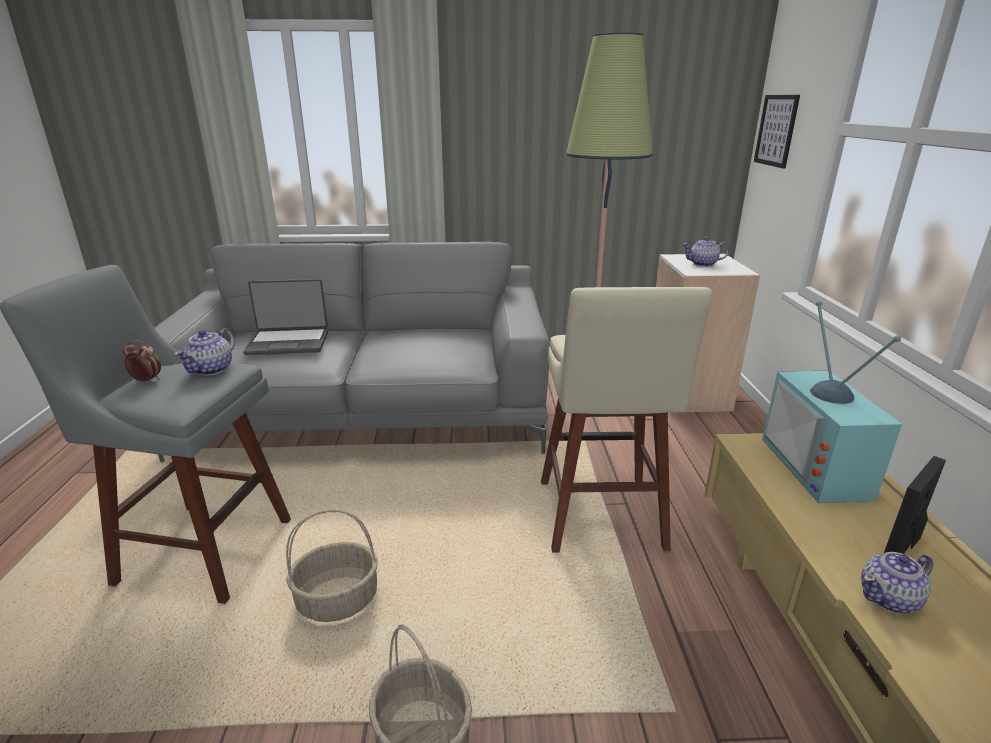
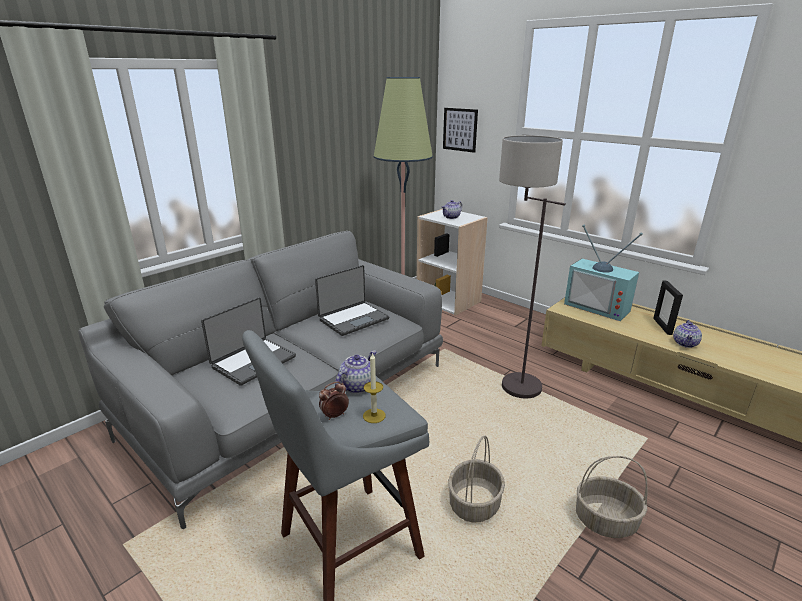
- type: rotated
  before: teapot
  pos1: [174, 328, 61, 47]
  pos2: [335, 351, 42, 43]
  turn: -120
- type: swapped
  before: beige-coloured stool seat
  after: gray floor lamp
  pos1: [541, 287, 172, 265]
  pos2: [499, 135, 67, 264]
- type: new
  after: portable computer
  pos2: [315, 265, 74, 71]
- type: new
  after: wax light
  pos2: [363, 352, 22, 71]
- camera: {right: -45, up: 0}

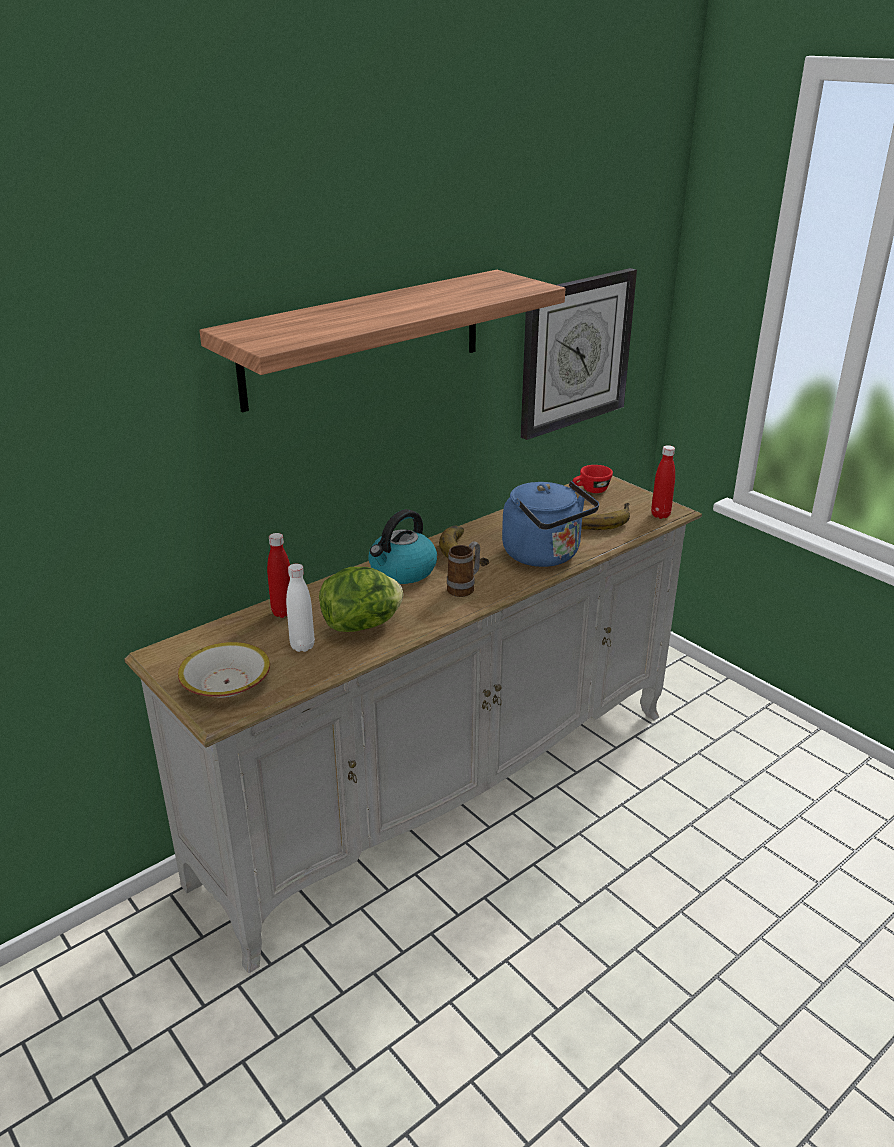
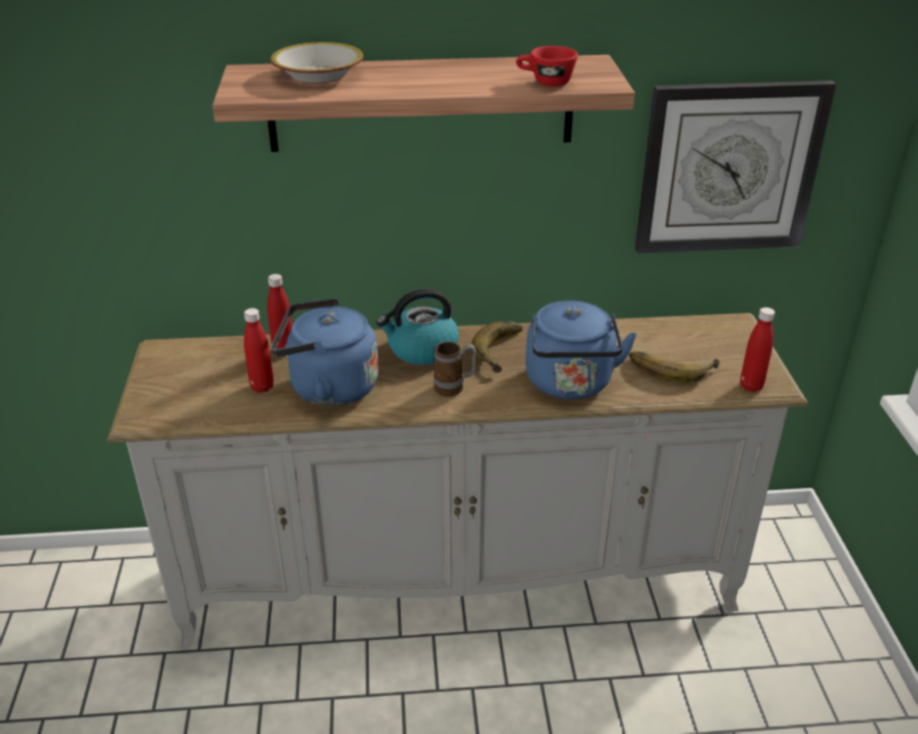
- type: shifted
  before: serving bowl
  pos1: [178, 642, 92, 56]
  pos2: [271, 42, 93, 42]
- type: repainted
  before: white-coloured drink bottle
  after: red-coloured drink bottle
  pos1: [286, 564, 29, 88]
  pos2: [244, 308, 30, 85]
- type: swapped
  before: lettuce
  after: blue kettle
  pos1: [319, 567, 84, 65]
  pos2: [271, 298, 108, 108]
- type: shifted
  before: red-coloured drinking cup
  pos1: [573, 465, 40, 28]
  pos2: [516, 46, 62, 40]
- camera: {right: 35, up: 5}

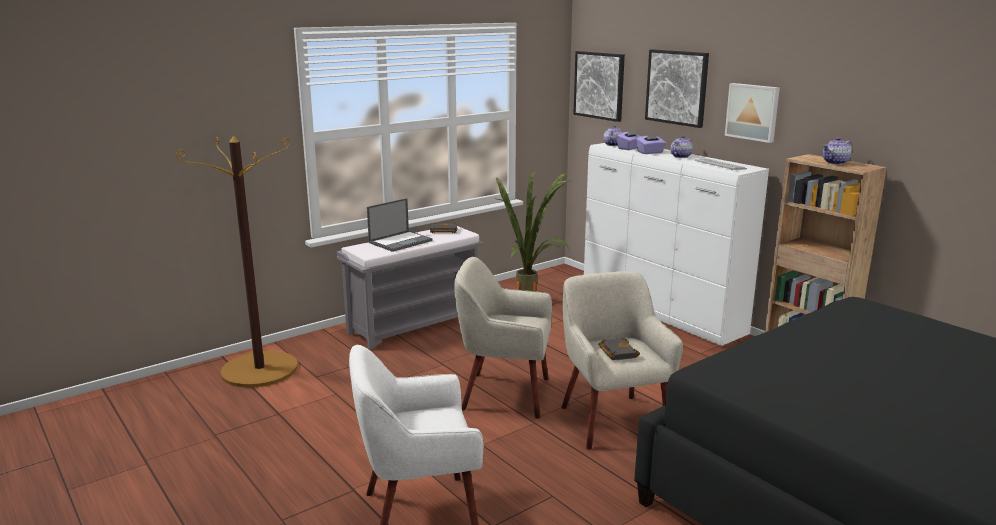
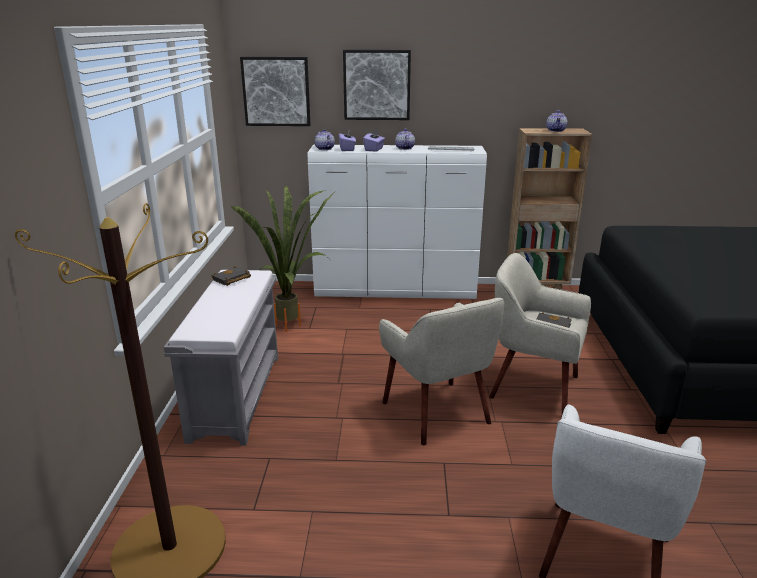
- type: gone
  before: portable computer
  pos1: [367, 198, 66, 54]
- type: rotated
  before: beige-coloured easy chair
  pos1: [454, 257, 98, 162]
  pos2: [379, 298, 125, 147]
  turn: -75
- type: gone
  before: picture
  pos1: [725, 83, 55, 60]
- camera: {right: -50, up: 5}

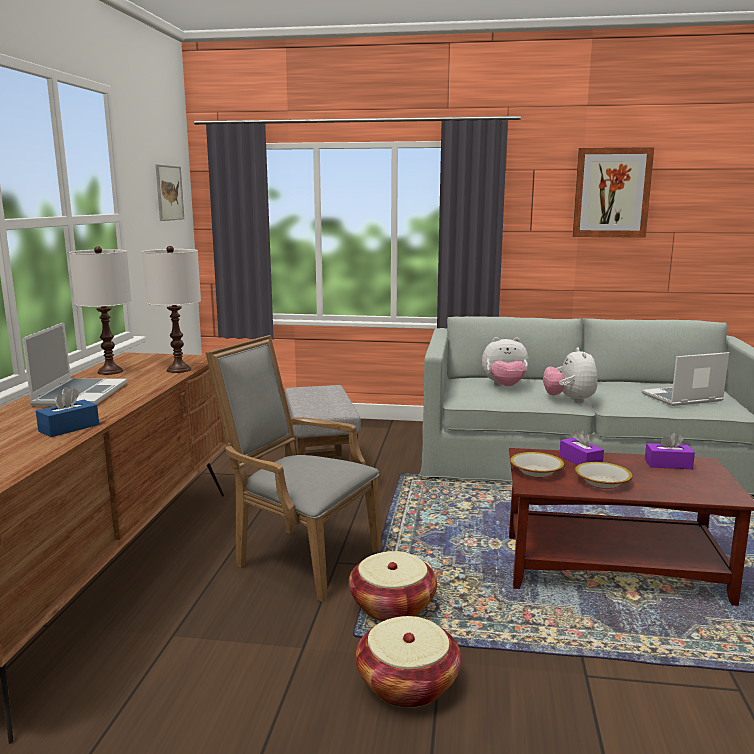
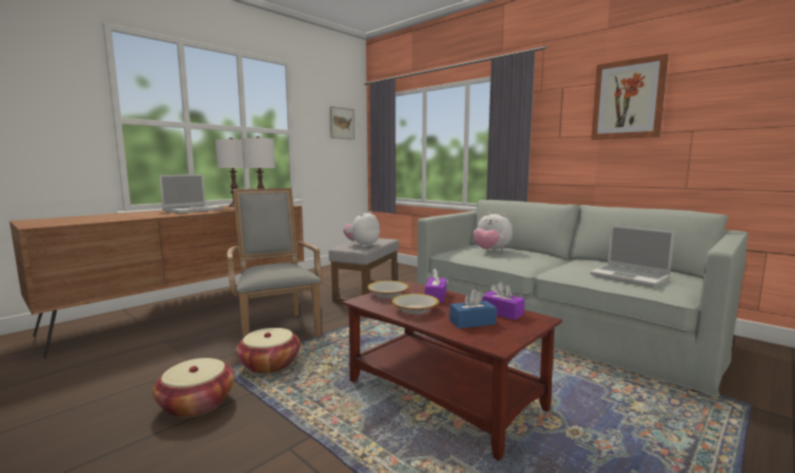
- type: shifted
  before: blue tissue holder
  pos1: [36, 387, 63, 50]
  pos2: [450, 289, 47, 40]
- type: shifted
  before: cuddly toy
  pos1: [543, 347, 55, 56]
  pos2: [343, 211, 37, 36]
- type: rotated
  before: portable computer
  pos1: [641, 352, 88, 54]
  pos2: [590, 225, 85, 62]
  turn: -150
- camera: {right: 35, up: -5}

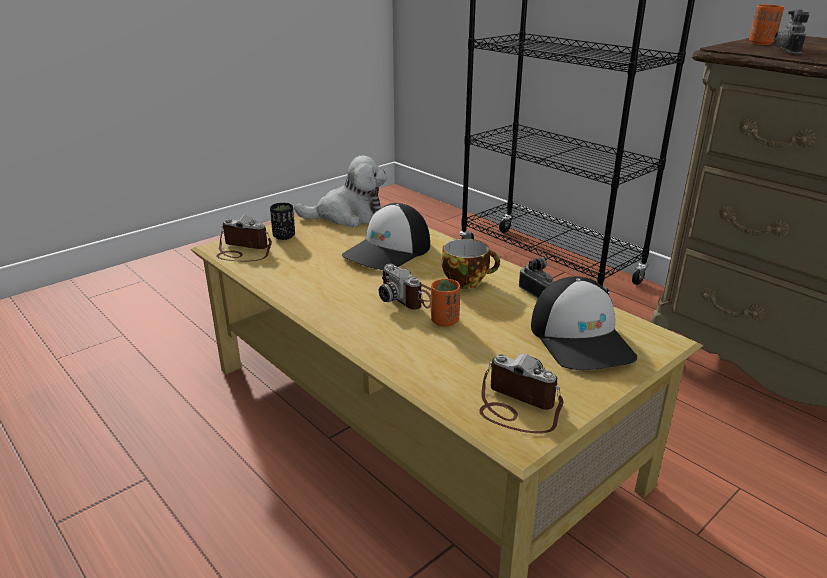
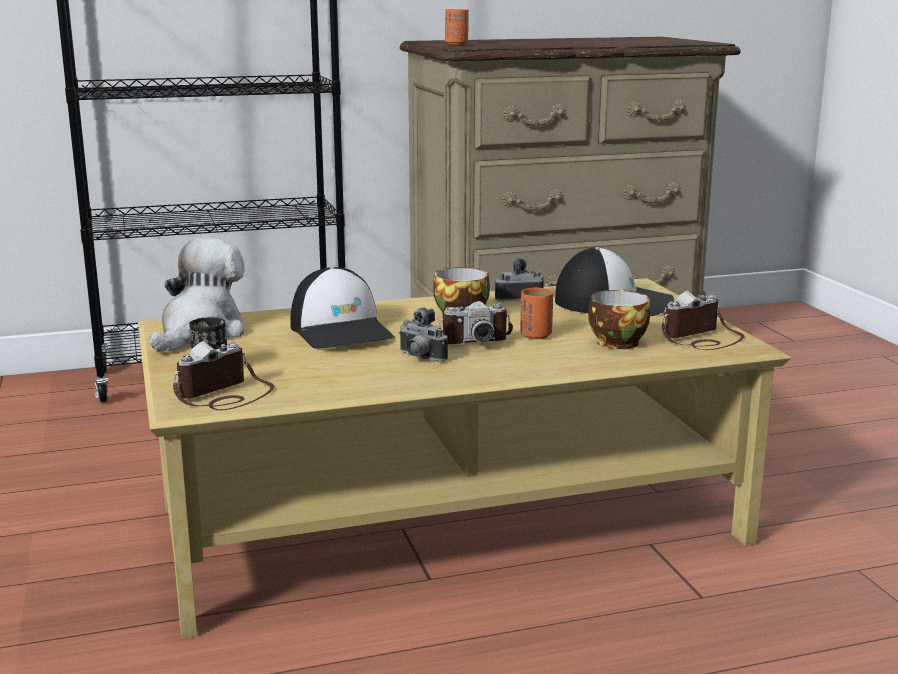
- type: shifted
  before: photo camera
  pos1: [774, 9, 35, 46]
  pos2: [399, 307, 49, 55]
- type: new
  after: drinking cup
  pos2: [588, 290, 62, 59]
- camera: {right: -65, up: -10}

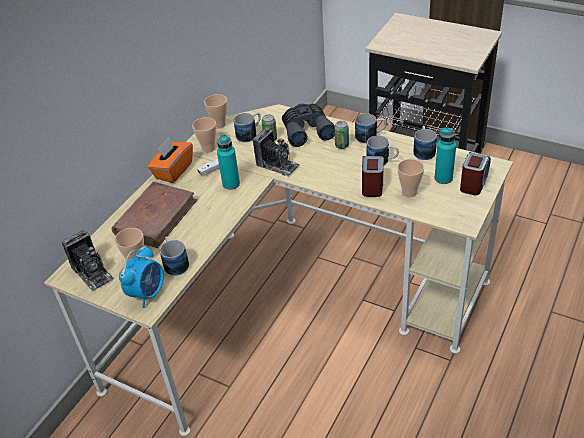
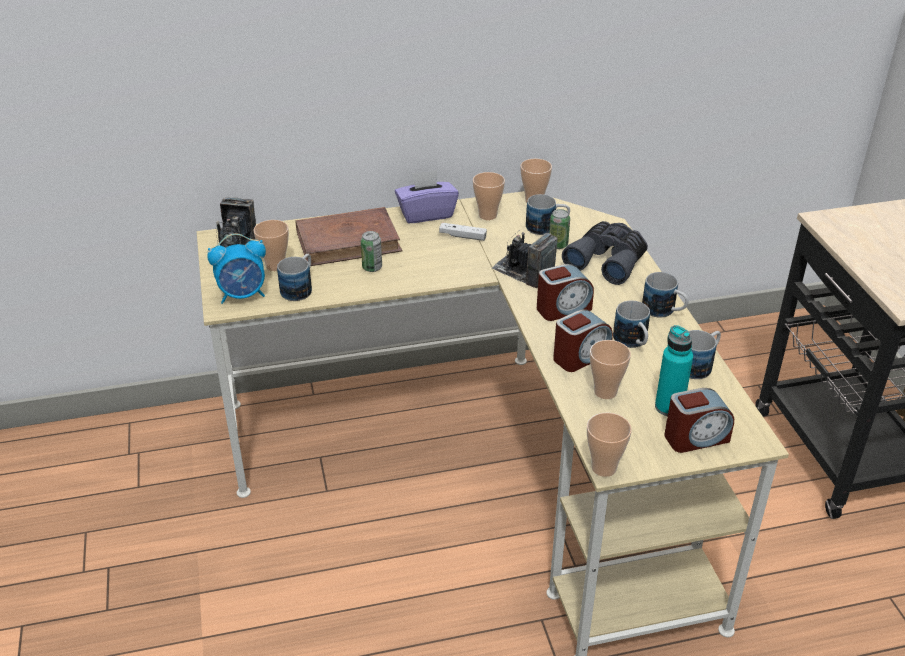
- type: repainted
  before: orange tissue holder
  after: purplish tissue holder
  pos1: [147, 138, 46, 45]
  pos2: [395, 170, 64, 53]
- type: gone
  before: blue-green drink bottle
  pos1: [217, 134, 23, 56]
- type: rotated
  before: photo camera
  pos1: [253, 128, 47, 49]
  pos2: [492, 230, 65, 58]
  turn: 135
- type: shifted
  before: sealed can
  pos1: [334, 121, 15, 28]
  pos2: [361, 231, 21, 41]
- type: new
  after: alarm clock
  pos2: [537, 264, 57, 57]
- type: new
  after: drinking cup
  pos2: [587, 413, 45, 64]
- camera: {right: 45, up: -5}

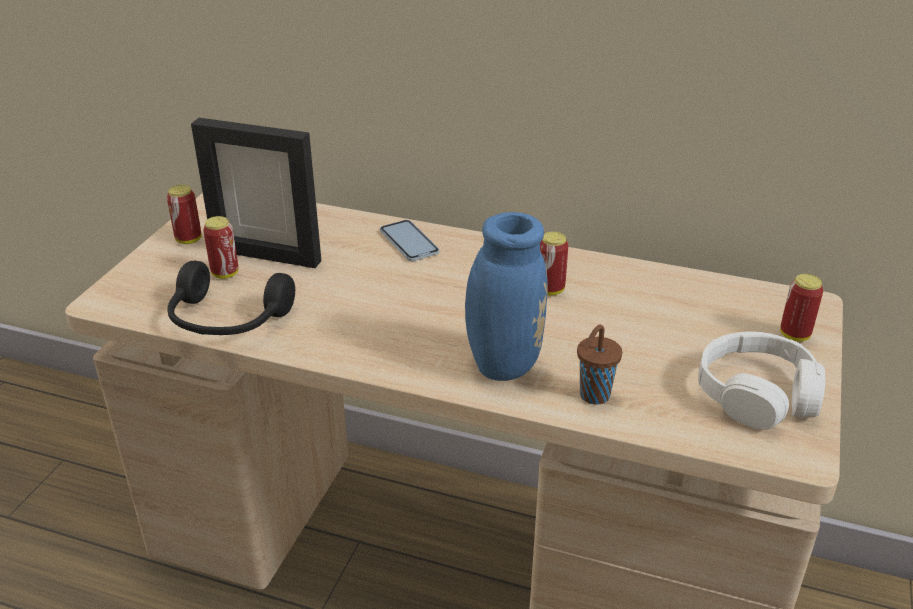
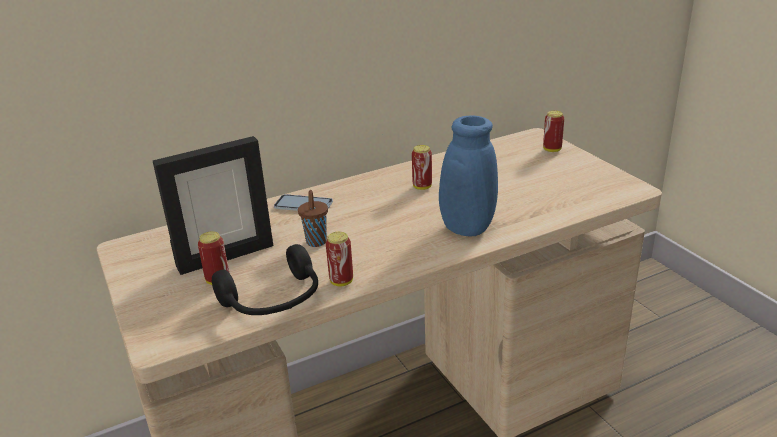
- type: shifted
  before: sealed can
  pos1: [167, 185, 34, 59]
  pos2: [326, 232, 27, 54]
- type: shifted
  before: brown-coloured drinking cup
  pos1: [577, 325, 45, 80]
  pos2: [298, 190, 30, 57]
- type: gone
  before: white-coloured headset
  pos1: [698, 331, 127, 99]
- camera: {right: -45, up: -5}

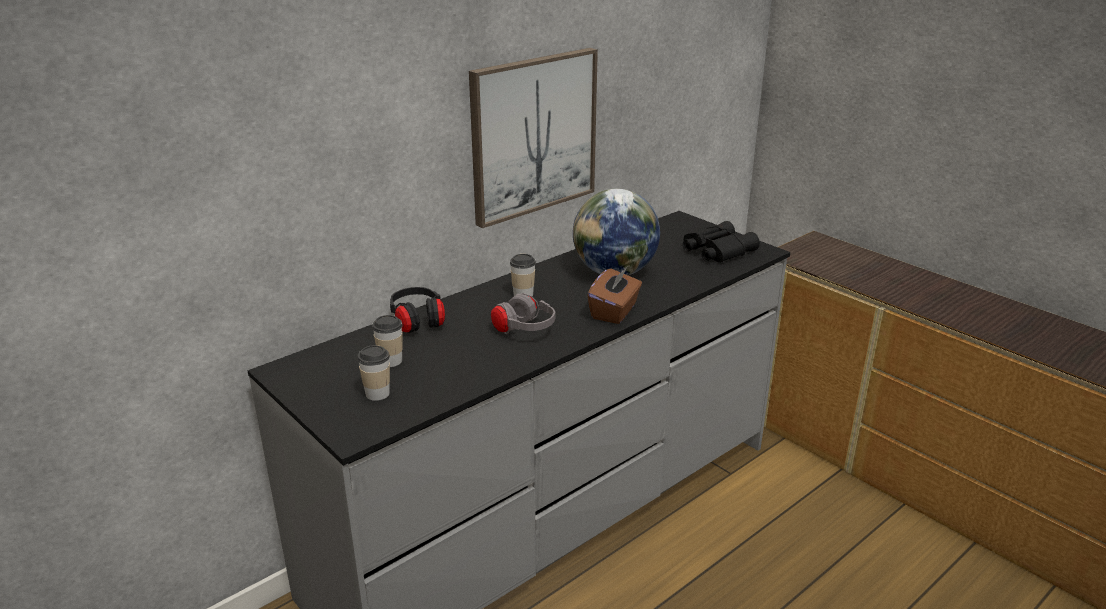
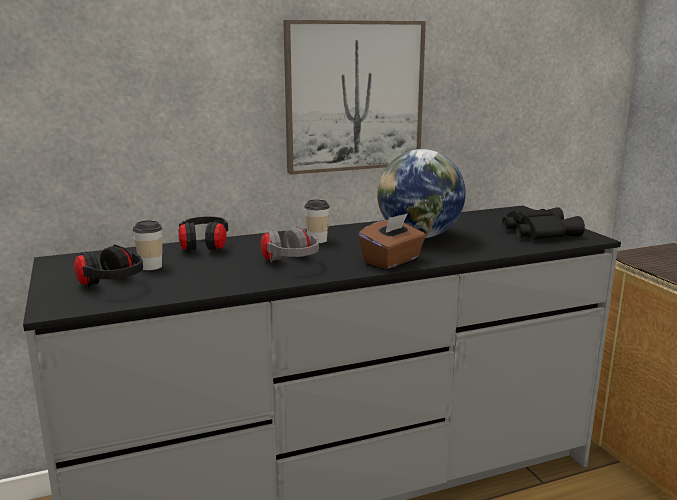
- type: swapped
  before: drinking cup
  after: blackish headset
  pos1: [357, 345, 33, 56]
  pos2: [74, 244, 69, 43]
- camera: {right: 20, up: -10}

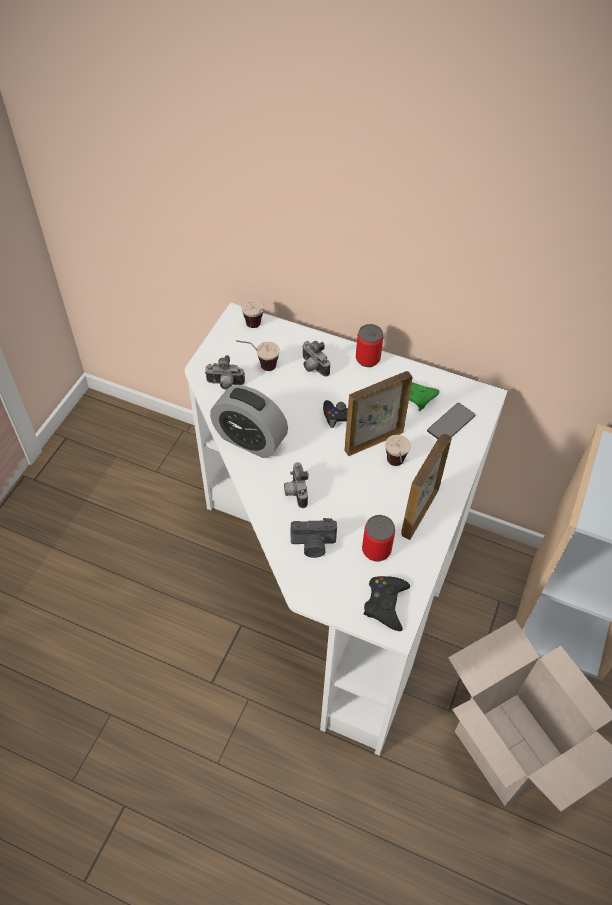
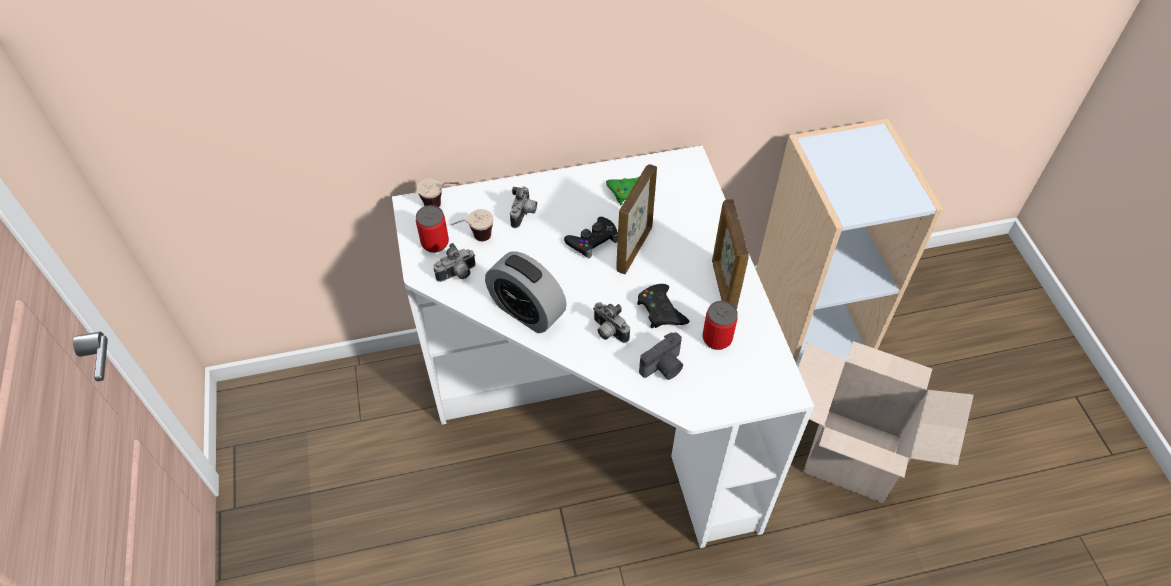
- type: rotated
  before: alarm clock
  pos1: [210, 385, 78, 73]
  pos2: [485, 252, 82, 81]
  turn: 45
- type: rotated
  before: photo camera
  pos1: [302, 341, 28, 36]
  pos2: [510, 186, 27, 42]
  turn: -90
- type: shifted
  before: sealed can
  pos1: [356, 324, 27, 43]
  pos2: [416, 205, 33, 48]
- type: shifted
  before: blackish gamepad
  pos1: [364, 576, 46, 55]
  pos2: [637, 284, 52, 44]
- type: gone
  before: drinking cup
  pos1: [385, 435, 26, 31]
- type: gone
  before: phone
  pos1: [427, 403, 48, 36]
- camera: {right: -35, up: 0}

